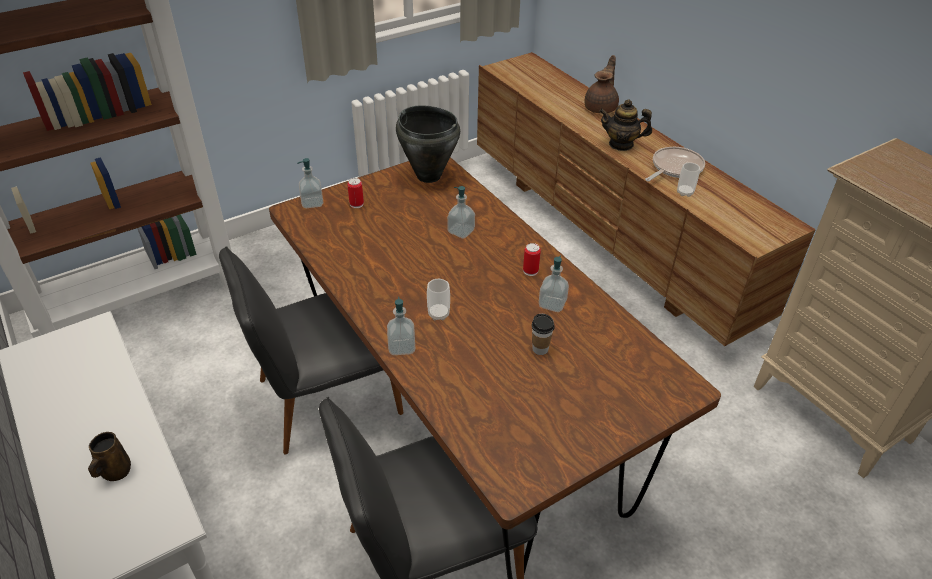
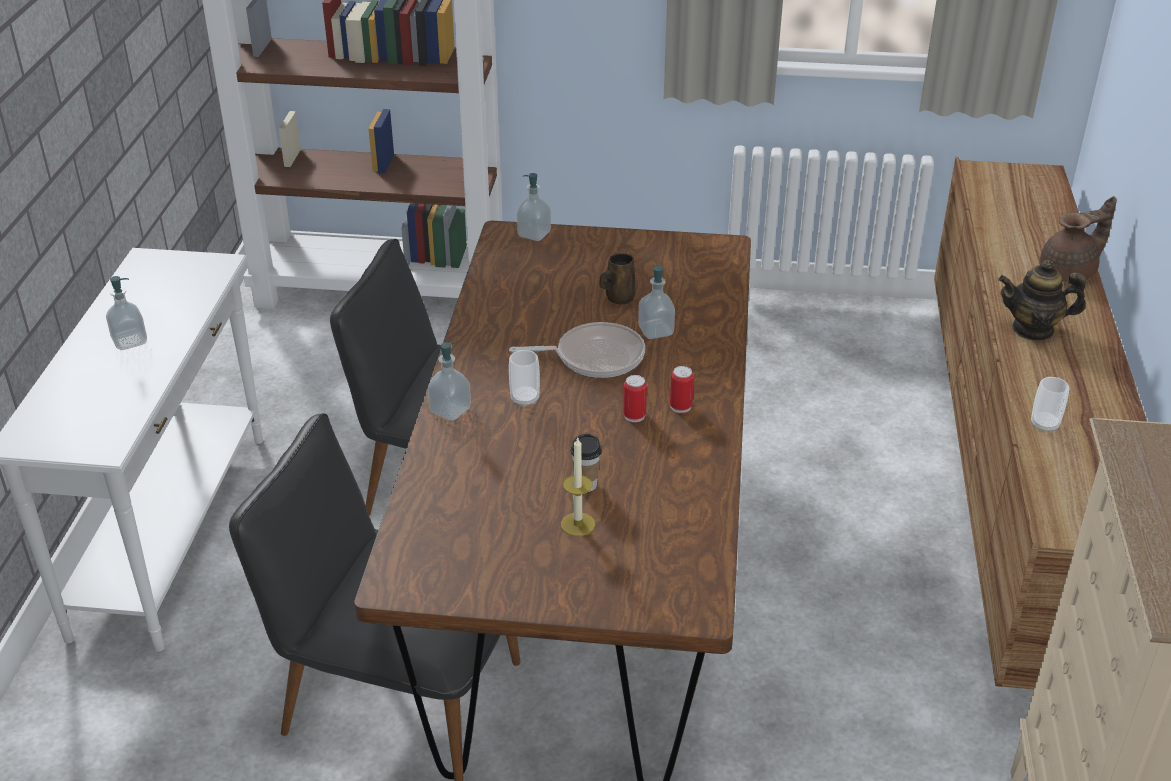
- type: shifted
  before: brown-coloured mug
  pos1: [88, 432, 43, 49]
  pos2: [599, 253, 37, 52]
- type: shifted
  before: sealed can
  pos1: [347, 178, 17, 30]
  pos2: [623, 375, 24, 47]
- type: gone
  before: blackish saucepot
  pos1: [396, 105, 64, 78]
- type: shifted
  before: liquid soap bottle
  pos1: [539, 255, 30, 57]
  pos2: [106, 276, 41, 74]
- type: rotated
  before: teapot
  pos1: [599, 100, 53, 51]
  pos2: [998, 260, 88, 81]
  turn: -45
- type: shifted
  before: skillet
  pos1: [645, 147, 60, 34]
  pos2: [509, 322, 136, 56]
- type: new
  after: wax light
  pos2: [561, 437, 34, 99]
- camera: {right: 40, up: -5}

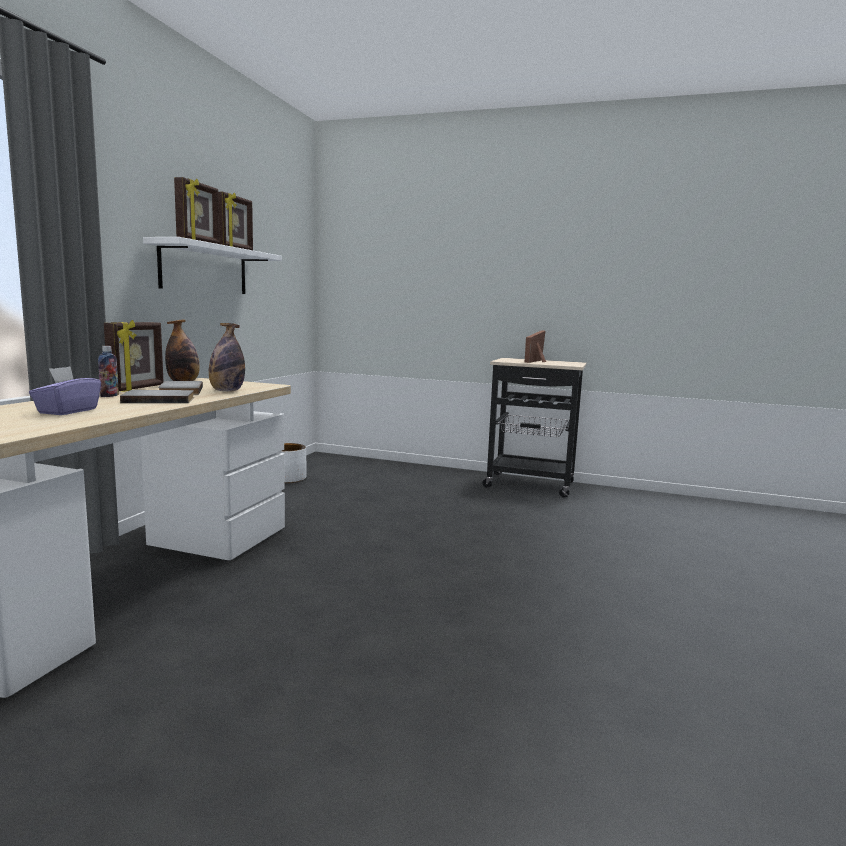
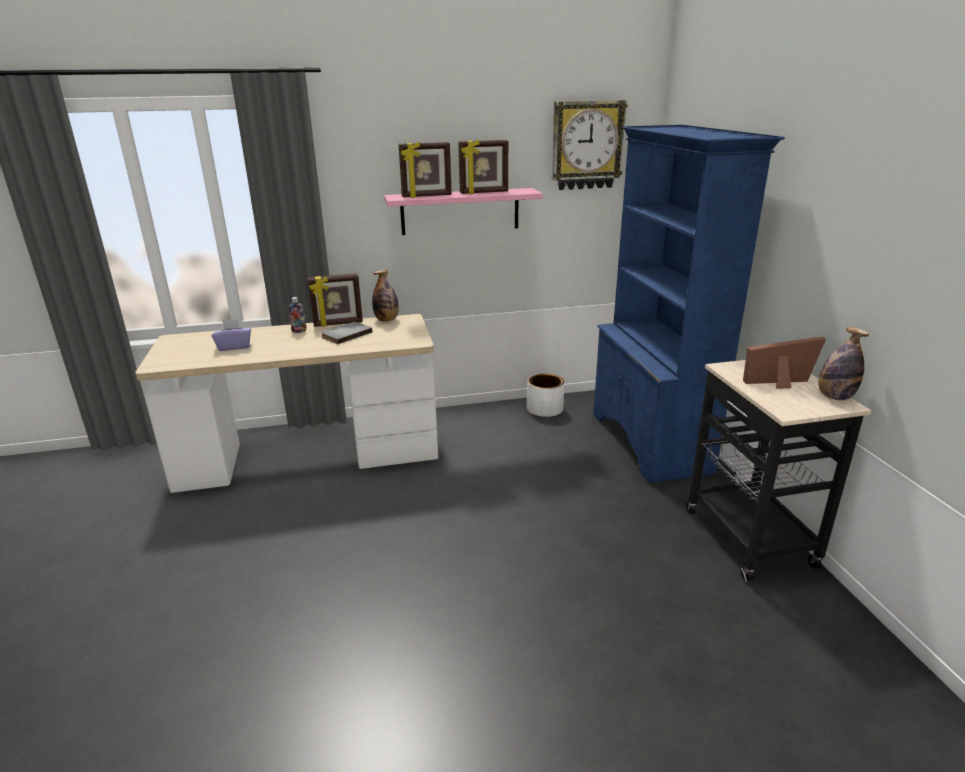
- type: gone
  before: gray volume
  pos1: [120, 390, 74, 13]
- type: repainted
  before: white-coloured bracket shelf
  after: pink bracket shelf
  pos1: [143, 237, 139, 57]
  pos2: [384, 188, 159, 47]
- type: shifted
  before: drink bottle
  pos1: [209, 323, 36, 69]
  pos2: [818, 327, 51, 73]
- type: new
  after: wall clock
  pos2: [552, 100, 76, 90]
- type: new
  after: blue bookshelf
  pos2: [593, 125, 192, 358]
- camera: {right: 60, up: 15}

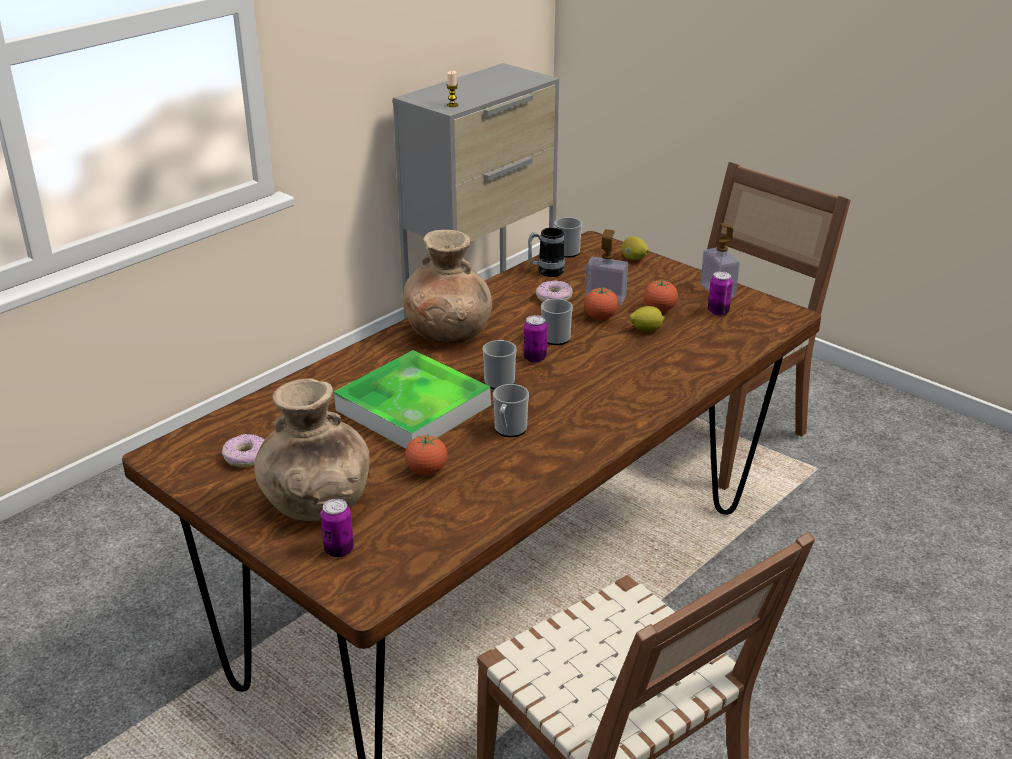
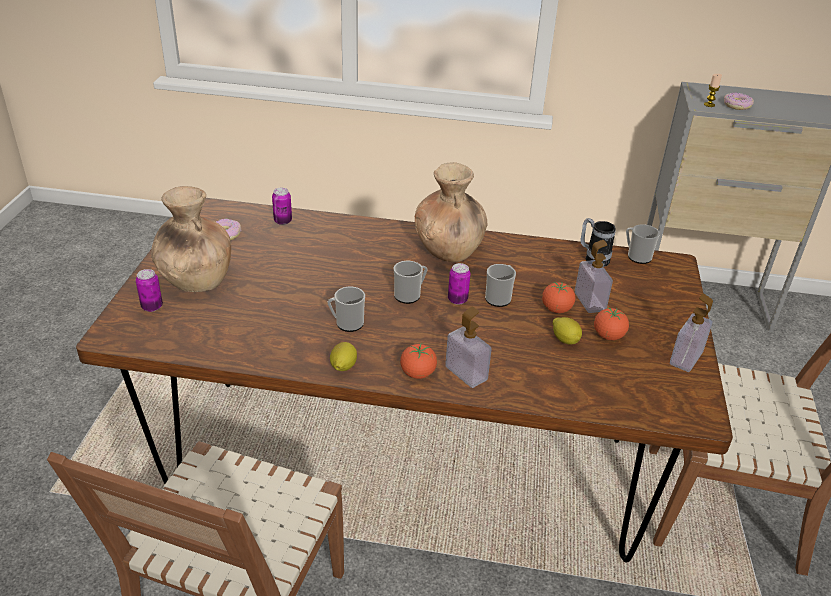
- type: gone
  before: serving tray
  pos1: [334, 350, 157, 99]
- type: shifted
  before: fresh tomato
  pos1: [405, 435, 43, 40]
  pos2: [400, 344, 37, 35]
- type: shifted
  before: ring doughnut
  pos1: [536, 281, 37, 21]
  pos2: [724, 93, 30, 17]
- type: shifted
  before: citrus fruit
  pos1: [622, 237, 27, 23]
  pos2: [330, 342, 27, 29]
- type: shifted
  before: sealed can
  pos1: [708, 271, 25, 45]
  pos2: [272, 188, 20, 37]
- type: new
  after: liquid soap bottle
  pos2: [445, 307, 47, 81]
- camera: {right: 55, up: 5}

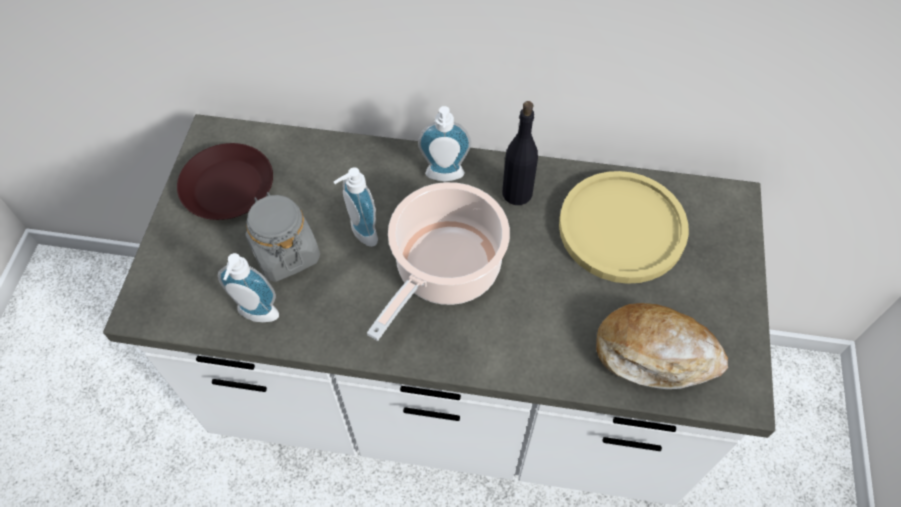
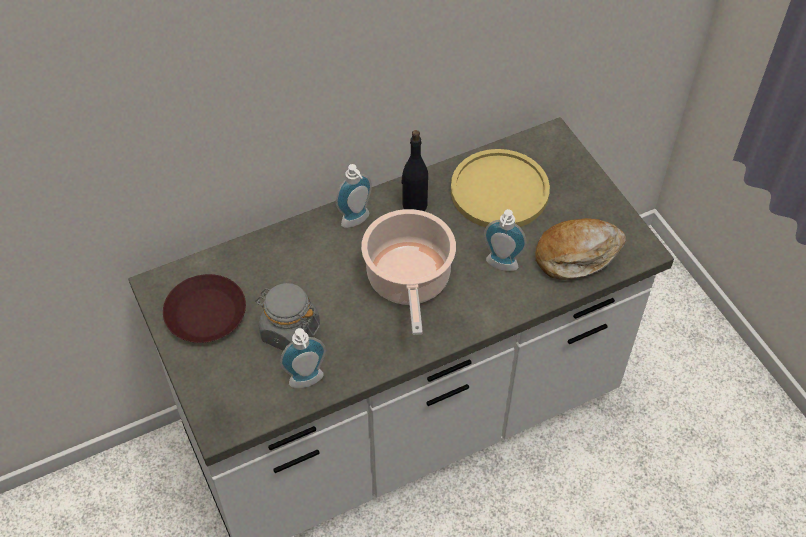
- type: shifted
  before: liquid soap bottle
  pos1: [334, 167, 44, 80]
  pos2: [484, 209, 43, 62]
- camera: {right: -35, up: -5}

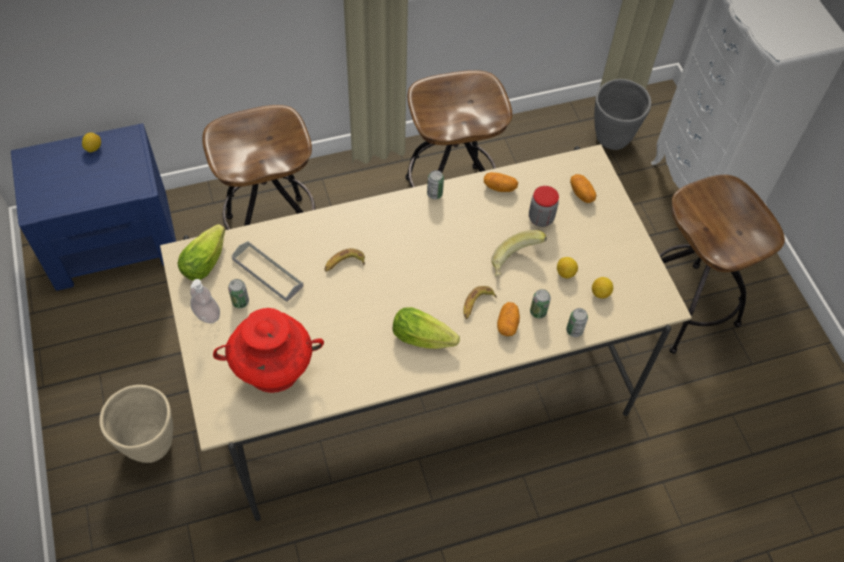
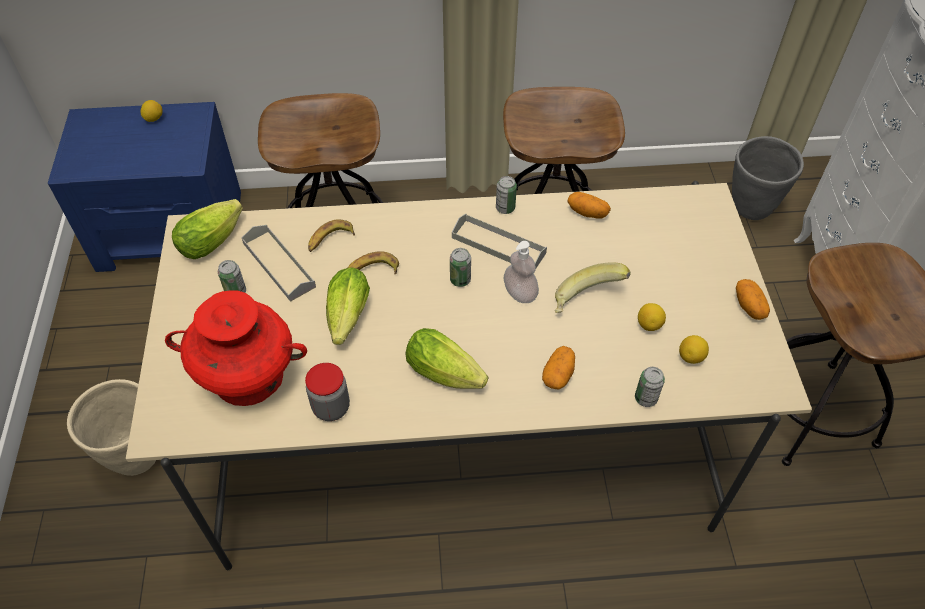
- type: shifted
  before: liquid soap bottle
  pos1: [190, 279, 30, 44]
  pos2: [504, 241, 35, 62]
- type: shifted
  before: banana fruit
  pos1: [463, 286, 34, 33]
  pos2: [308, 219, 47, 33]
- type: shifted
  before: jar
  pos1: [529, 186, 30, 41]
  pos2: [305, 363, 45, 58]
- type: shifted
  before: sealed can
  pos1: [530, 289, 21, 29]
  pos2: [450, 248, 21, 39]
- type: shifted
  before: potato
  pos1: [570, 174, 26, 29]
  pos2: [736, 279, 34, 41]
- type: new
  after: lettuce
  pos2: [326, 267, 44, 78]
- type: new
  after: gray serving tray
  pos2: [452, 214, 95, 54]
- camera: {right: 15, up: -5}

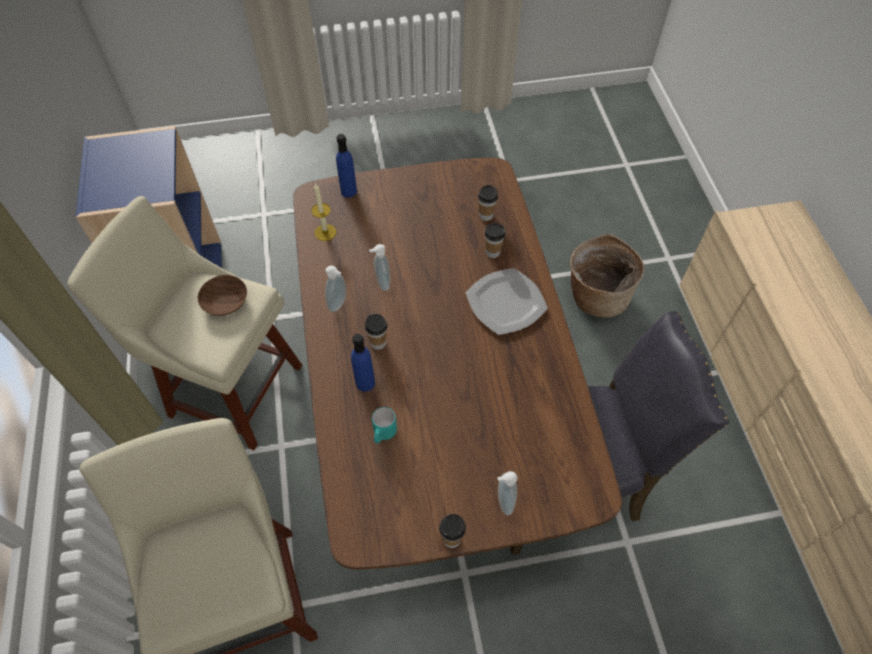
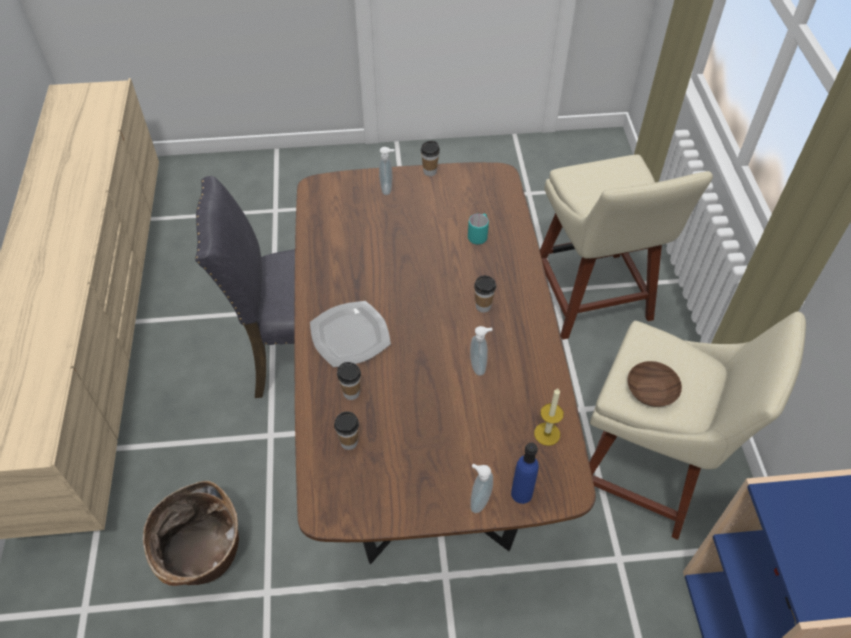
- type: shifted
  before: liquid soap bottle
  pos1: [325, 266, 21, 46]
  pos2: [470, 464, 23, 49]
- type: gone
  before: blue drink bottle
  pos1: [351, 334, 24, 58]
- camera: {right: -175, up: -5}

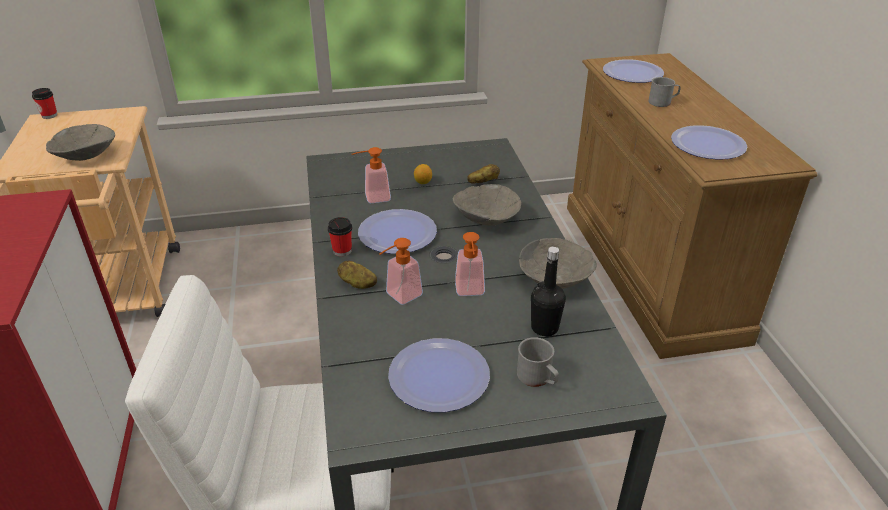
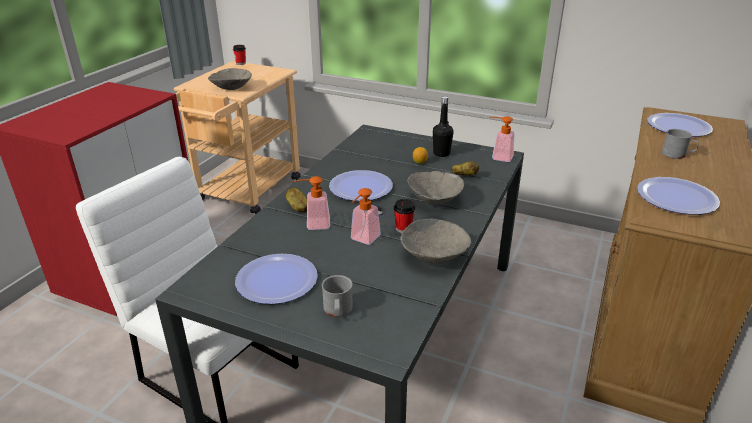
- type: shifted
  before: drinking cup
  pos1: [328, 217, 24, 39]
  pos2: [394, 199, 21, 34]
- type: shifted
  before: liquid soap bottle
  pos1: [352, 147, 39, 56]
  pos2: [489, 116, 25, 46]
- type: shifted
  before: blackish drink bottle
  pos1: [531, 247, 35, 89]
  pos2: [433, 96, 21, 61]
- camera: {right: 35, up: -5}

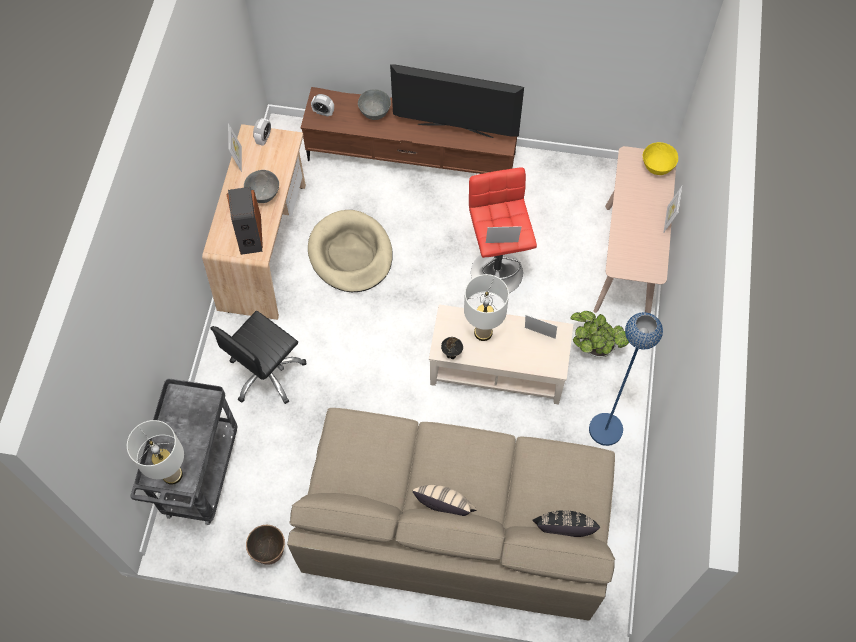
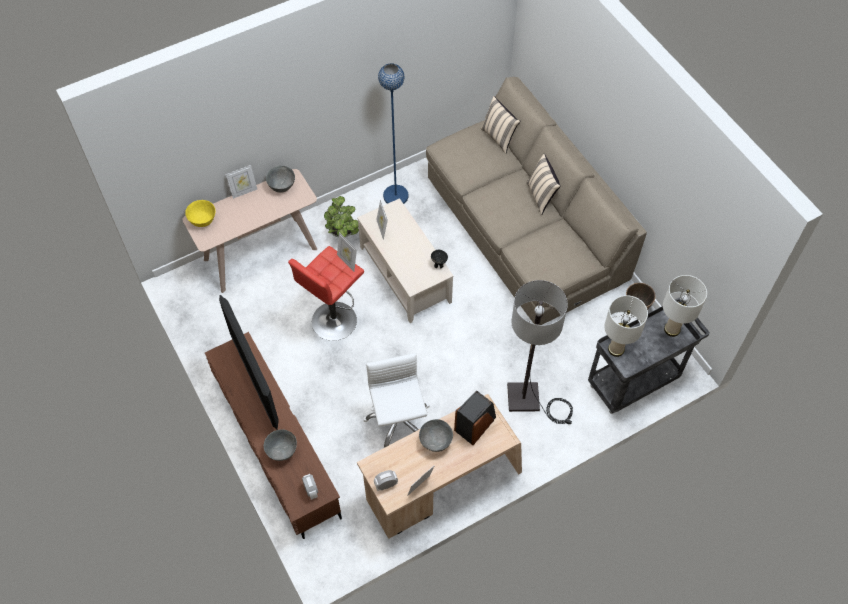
- type: swapped
  before: blackish desk chair
  after: floor lamp
  pos1: [210, 311, 96, 93]
  pos2: [507, 280, 66, 144]
- type: swapped
  before: beige-coloured dog cushion
  after: white-coloured desk chair
  pos1: [308, 210, 84, 82]
  pos2: [363, 353, 66, 95]
- type: shifted
  before: white-coloured lamp for a table
  pos1: [464, 274, 45, 67]
  pos2: [605, 295, 43, 62]
- type: repainted
  before: blackish pillow
  after: beige-coloured pillow
  pos1: [532, 510, 68, 27]
  pos2: [480, 96, 40, 58]
- type: new
  after: gray serving bowl
  pos2: [266, 166, 29, 27]
- camera: {right: -130, up: -5}

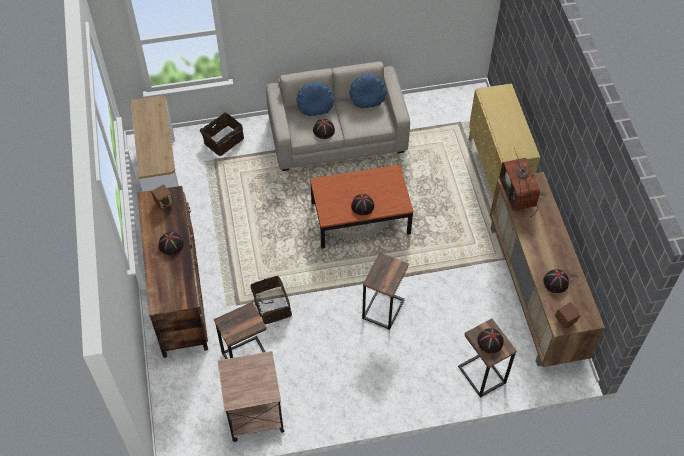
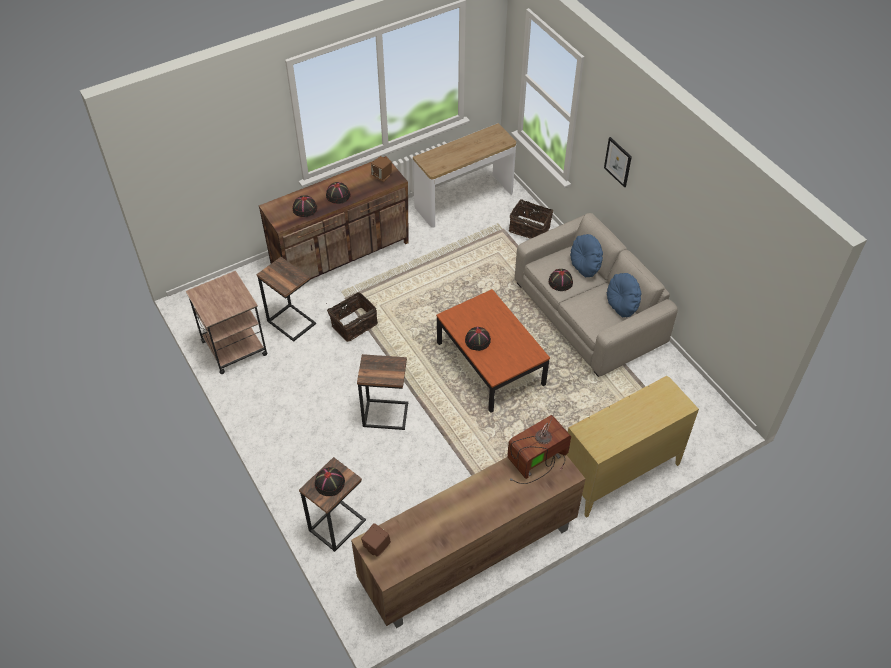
- type: shifted
  before: blackish clothing hat
  pos1: [543, 269, 26, 24]
  pos2: [293, 195, 24, 22]
- type: new
  after: picture
  pos2: [604, 137, 28, 51]
- camera: {right: 70, up: -5}

